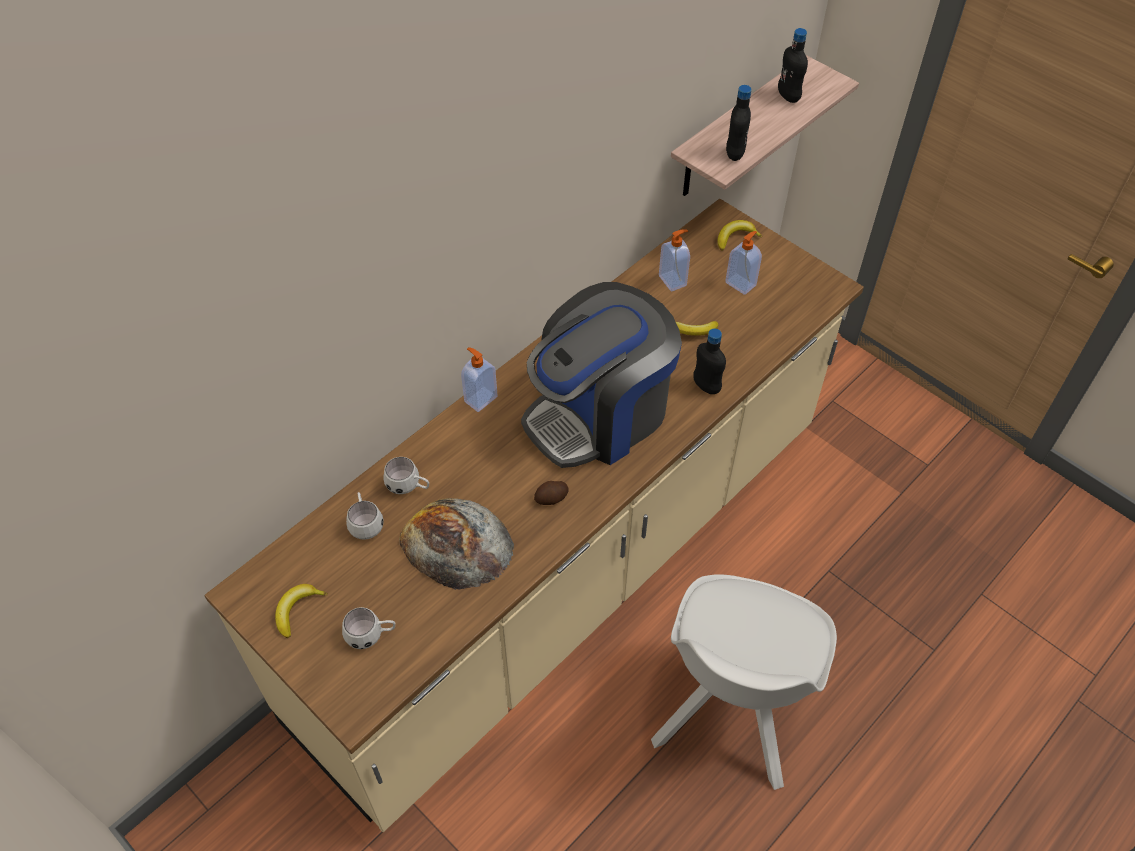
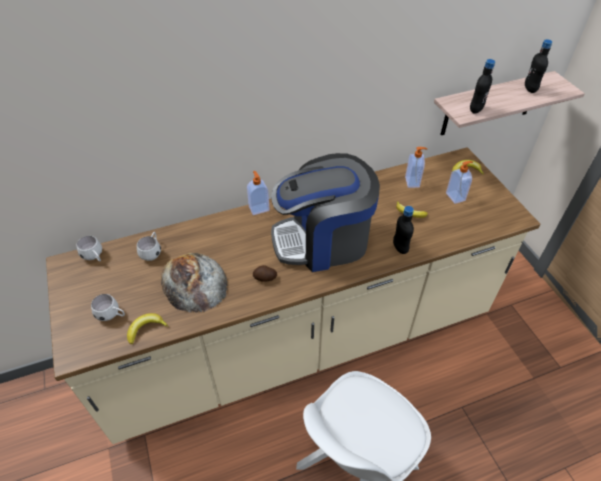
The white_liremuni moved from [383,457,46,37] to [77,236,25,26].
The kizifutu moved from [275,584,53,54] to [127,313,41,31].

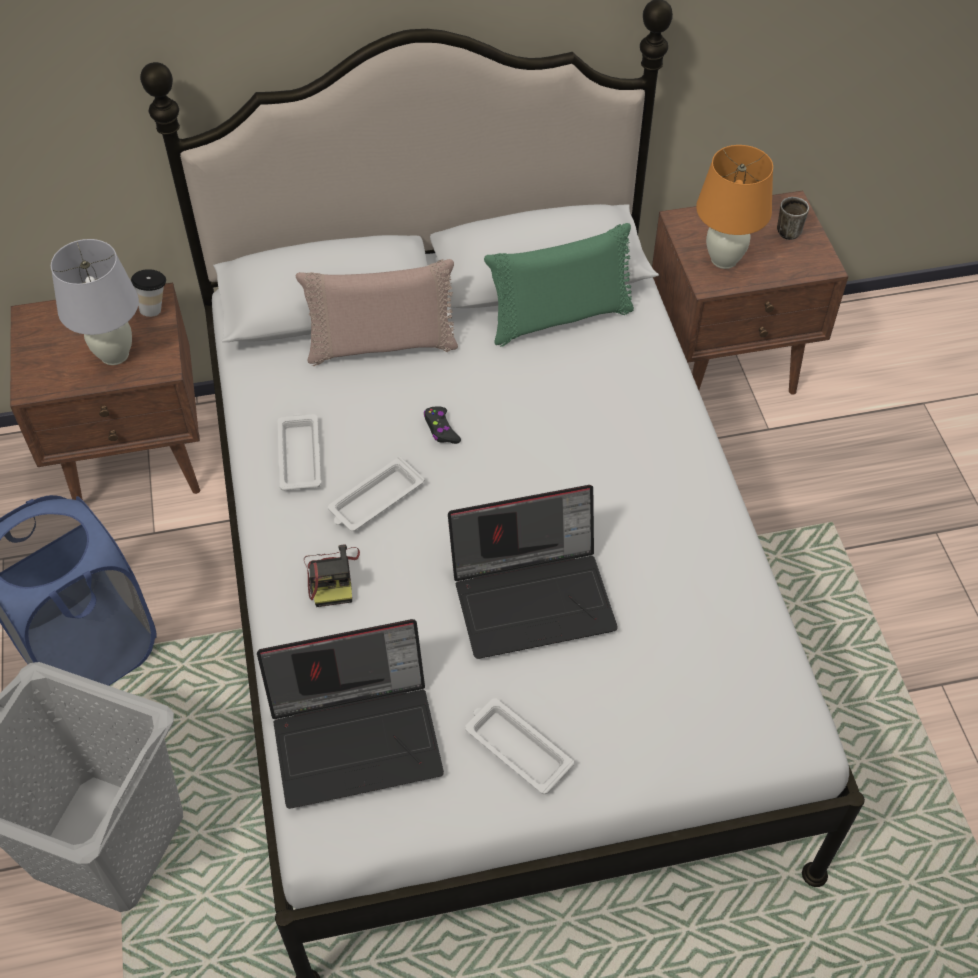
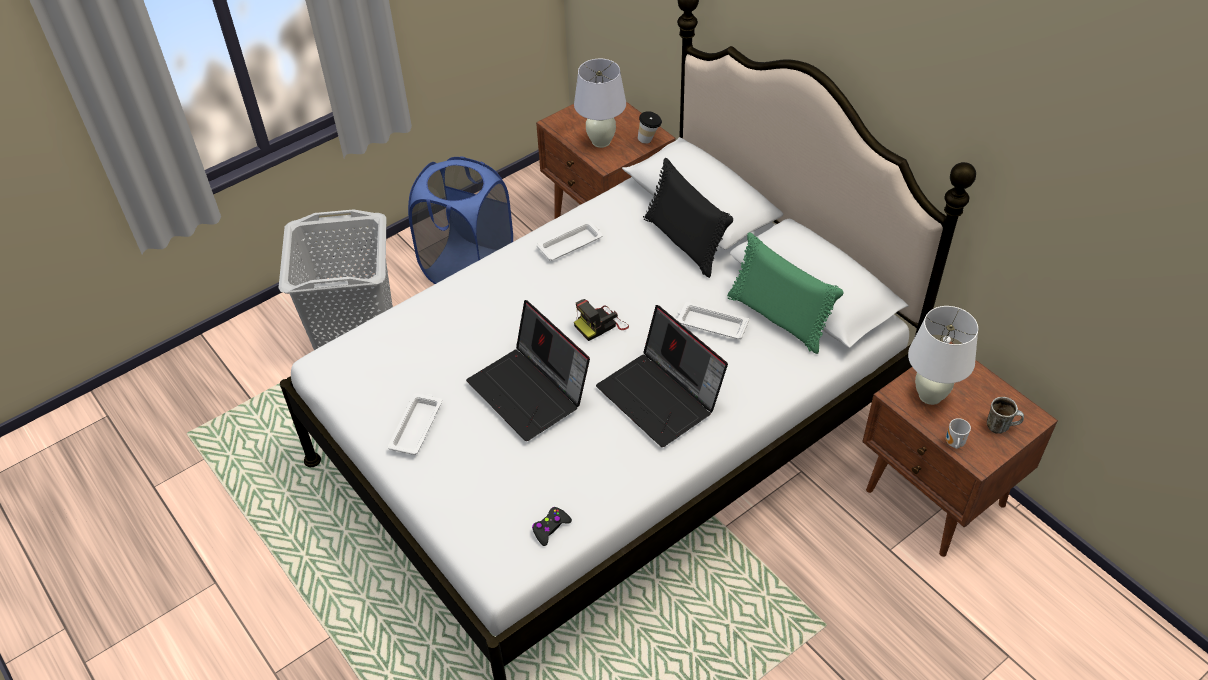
The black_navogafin moved from [424,406,37,38] to [532,507,40,39].
The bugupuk moved from [304,544,56,63] to [574,299,55,42].
The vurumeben moved from [257,619,187,190] to [596,305,132,142].
The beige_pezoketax at [295,259,163,108] became the black_pezoketax at [643,158,90,120].
The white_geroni moved from [328,457,97,74] to [677,302,72,37].
The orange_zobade at [696,145,77,124] became the white_zobade at [908,306,70,99].
The liremuni at [946,418,25,31] appeared.

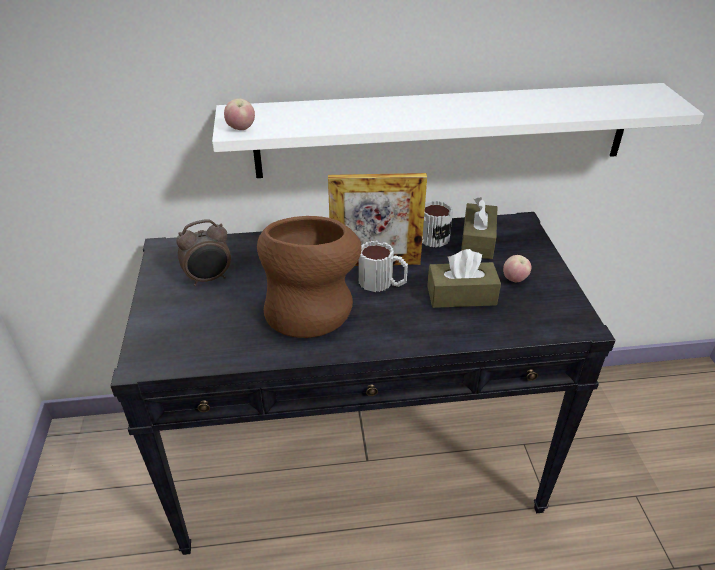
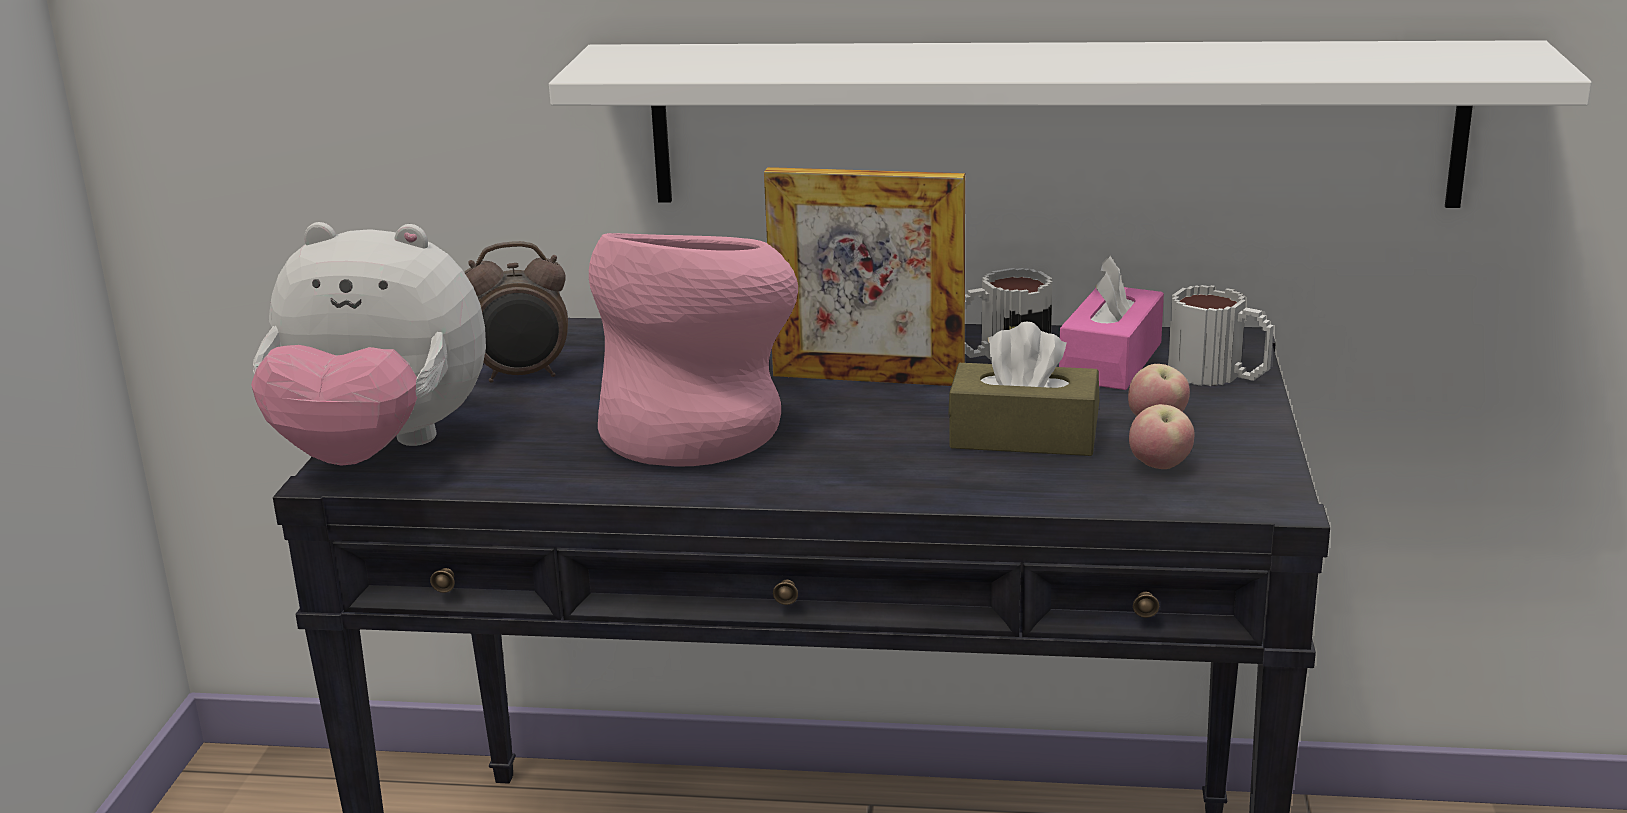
The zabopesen at [251,222,235,244] appeared.
The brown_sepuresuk at [257,216,105,122] became the pink_sepuresuk at [589,233,209,234].
The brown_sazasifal at [461,197,36,62] became the pink_sazasifal at [1059,256,105,134].
The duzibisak moved from [224,99,31,31] to [1129,404,65,65].
The liremuni moved from [358,241,50,51] to [1168,285,106,101].

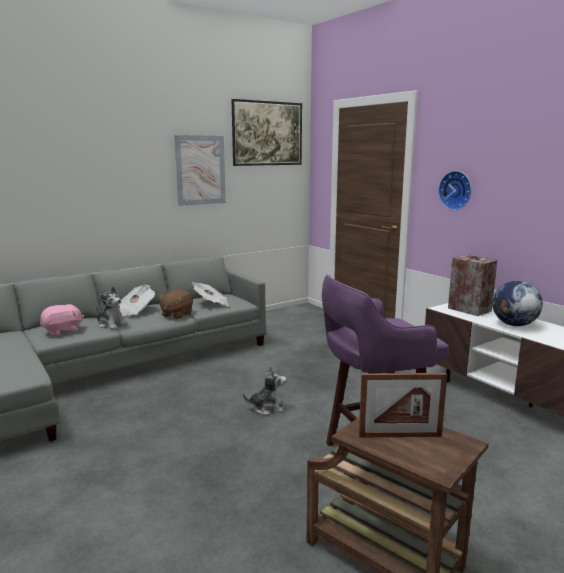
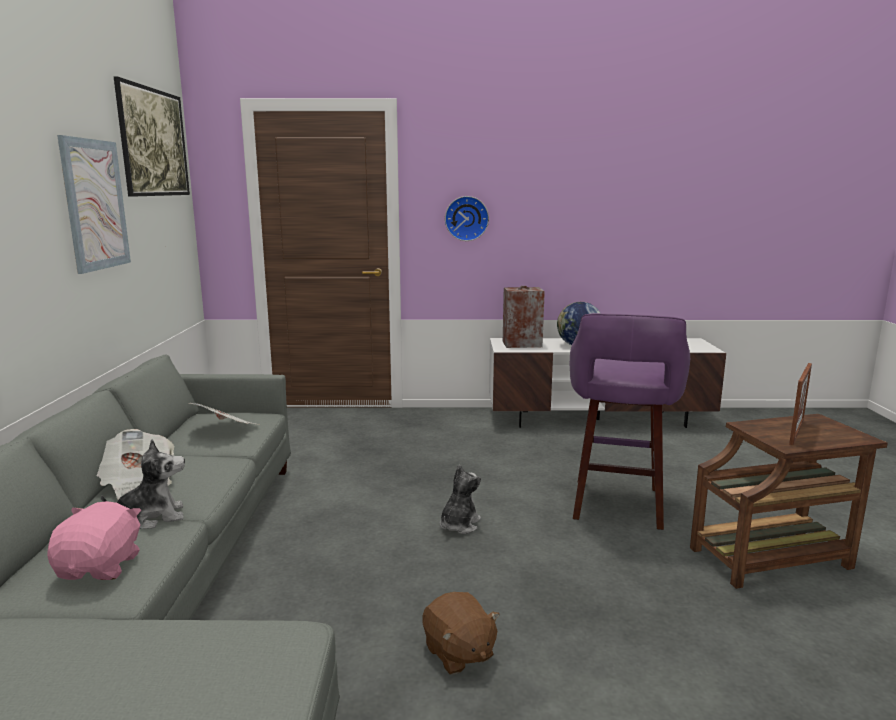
The brown_zabopesen moved from [158,289,35,30] to [423,592,77,83].

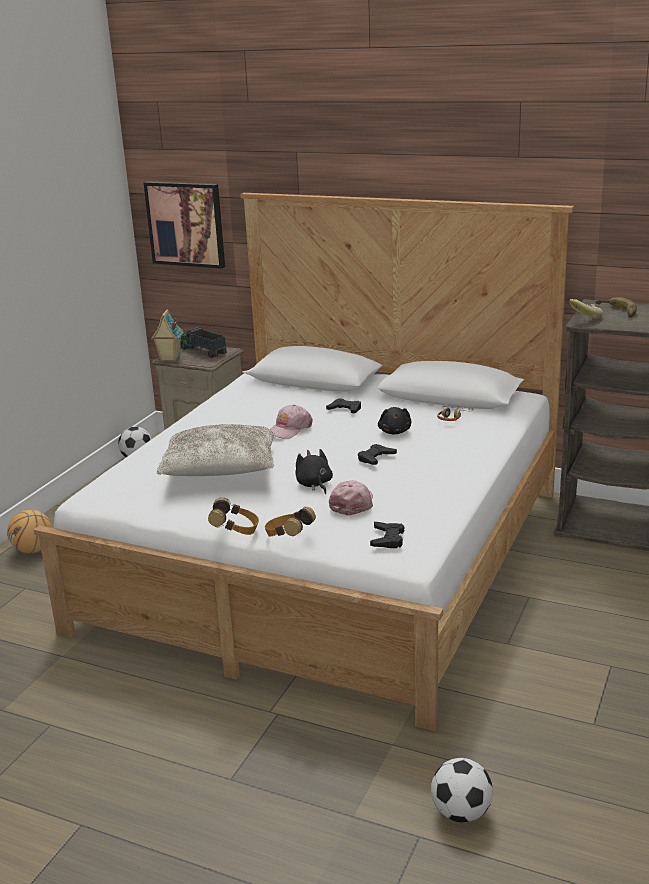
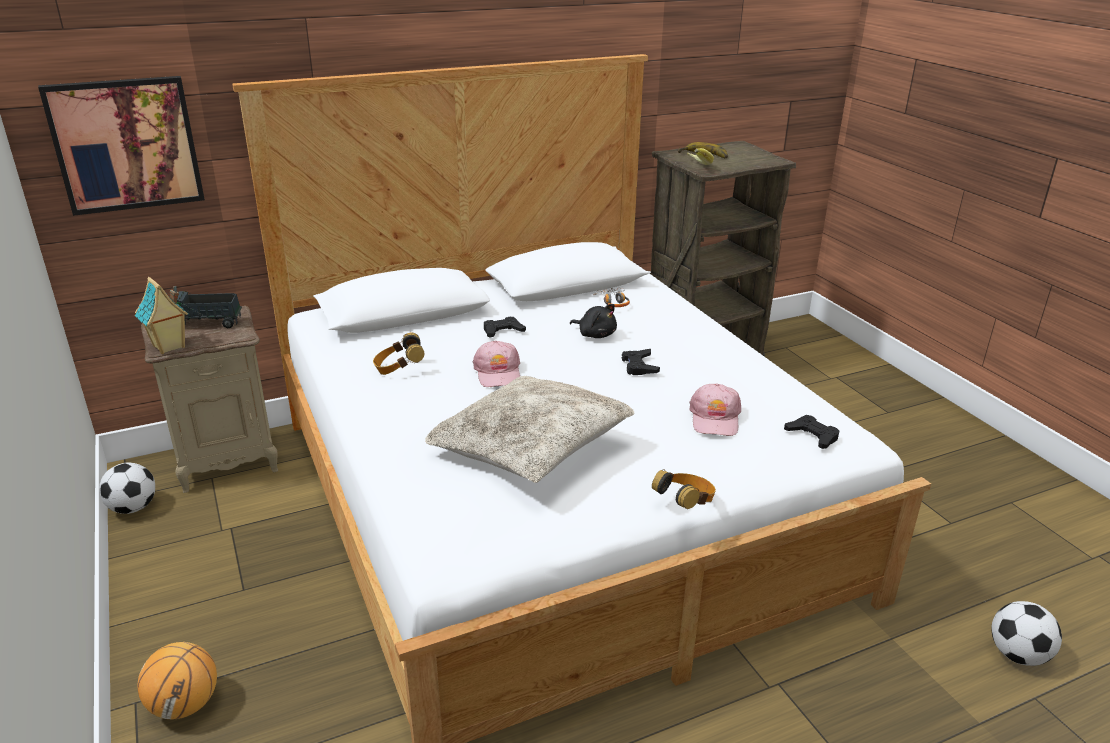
The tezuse moved from [265,507,51,30] to [373,333,51,42].
The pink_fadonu at [329,480,44,36] turned 135 degrees counterclockwise.
The black_zabopesen at [295,449,38,45] disappeared.

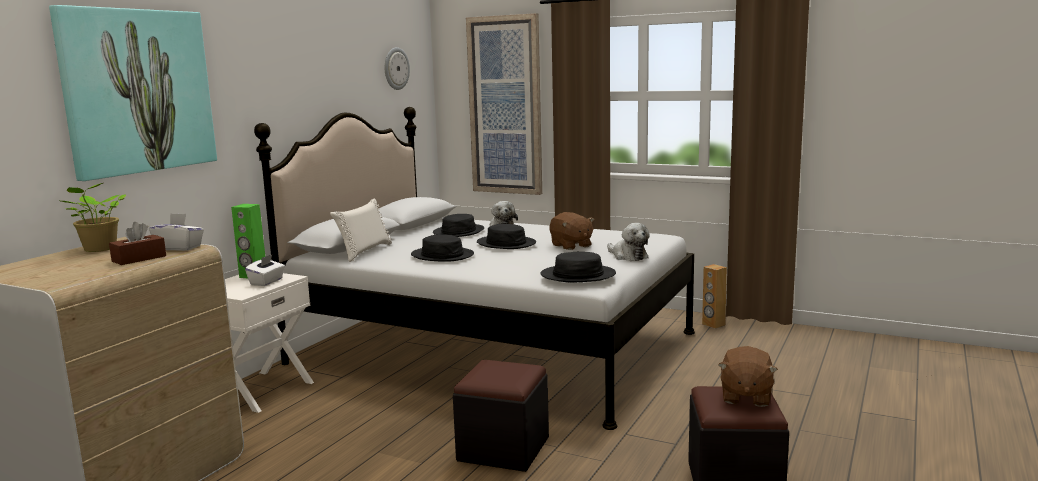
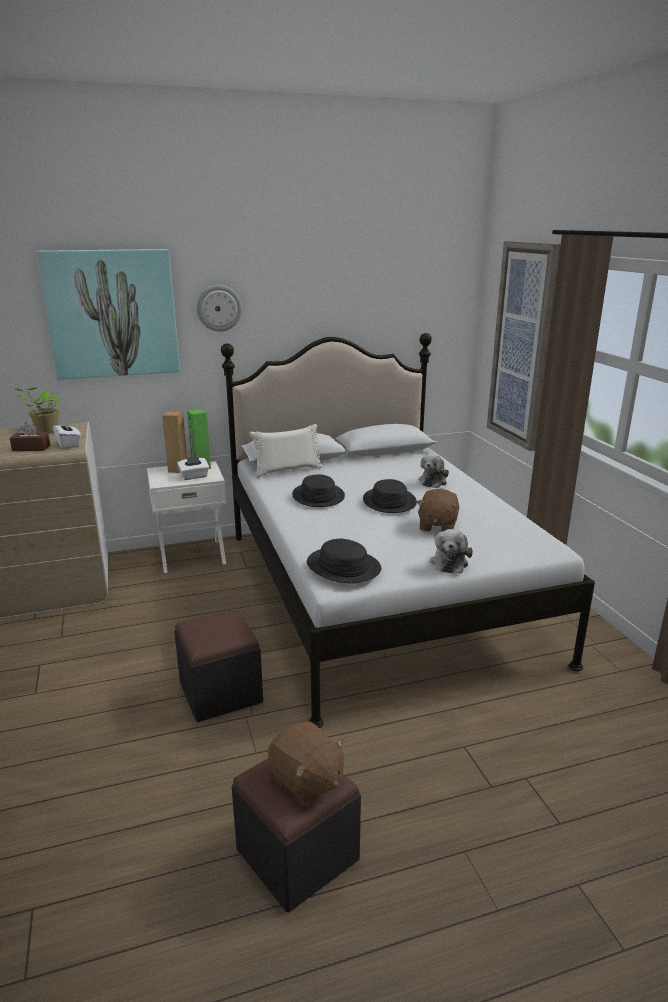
The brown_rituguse moved from [702,264,25,65] to [162,411,25,62].
The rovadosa moved from [385,47,25,43] to [196,285,46,47].
The brown_zabopesen at [718,346,60,61] turned 105 degrees counterclockwise.
The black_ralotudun at [433,214,51,23] disappeared.

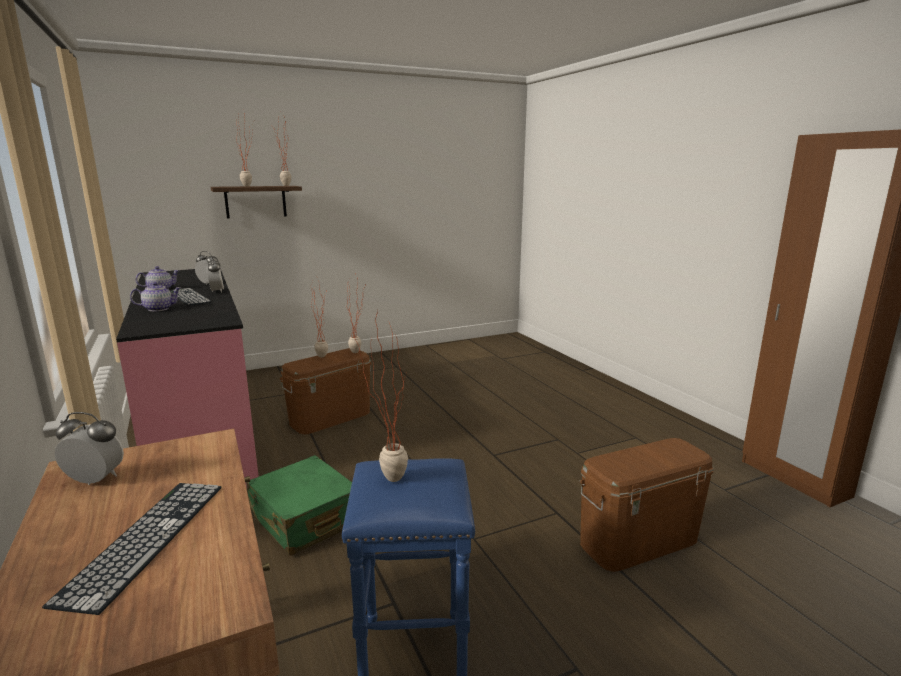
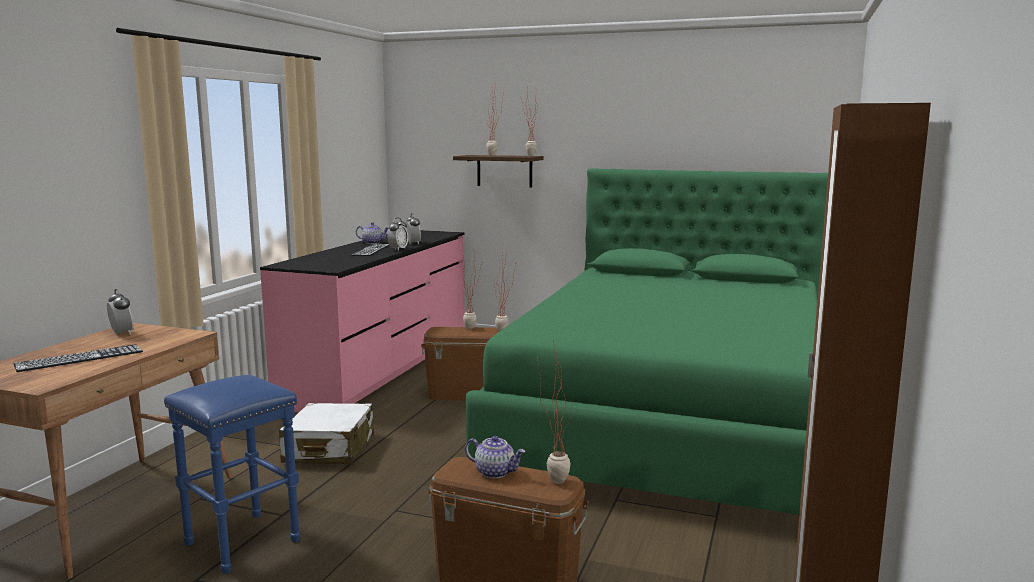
The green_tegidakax at [246,455,106,101] became the white_tegidakax at [279,403,95,61].
The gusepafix moved from [130,282,51,29] to [465,436,61,42].
The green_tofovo at [466,168,362,347] appeared.
The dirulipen moved from [354,310,54,172] to [538,341,36,143].

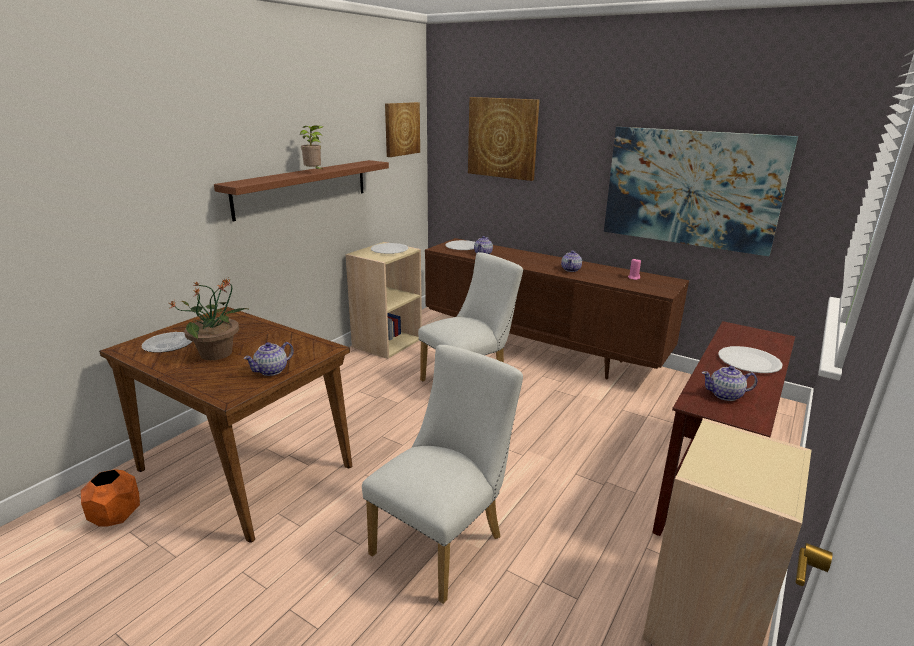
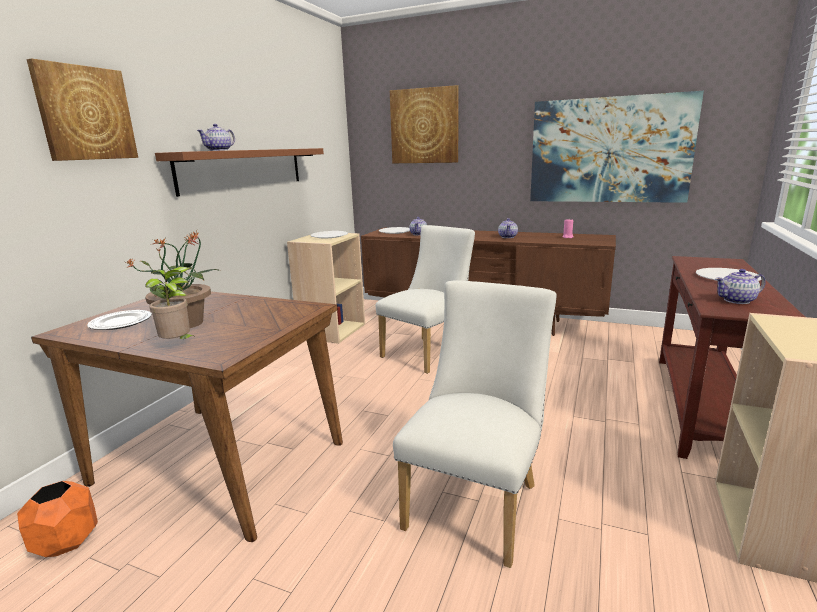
The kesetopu moved from [385,102,35,55] to [26,59,112,102].
The dirulipen moved from [300,125,25,46] to [145,267,51,72].
The gusepafix moved from [244,342,50,34] to [197,124,38,27].

